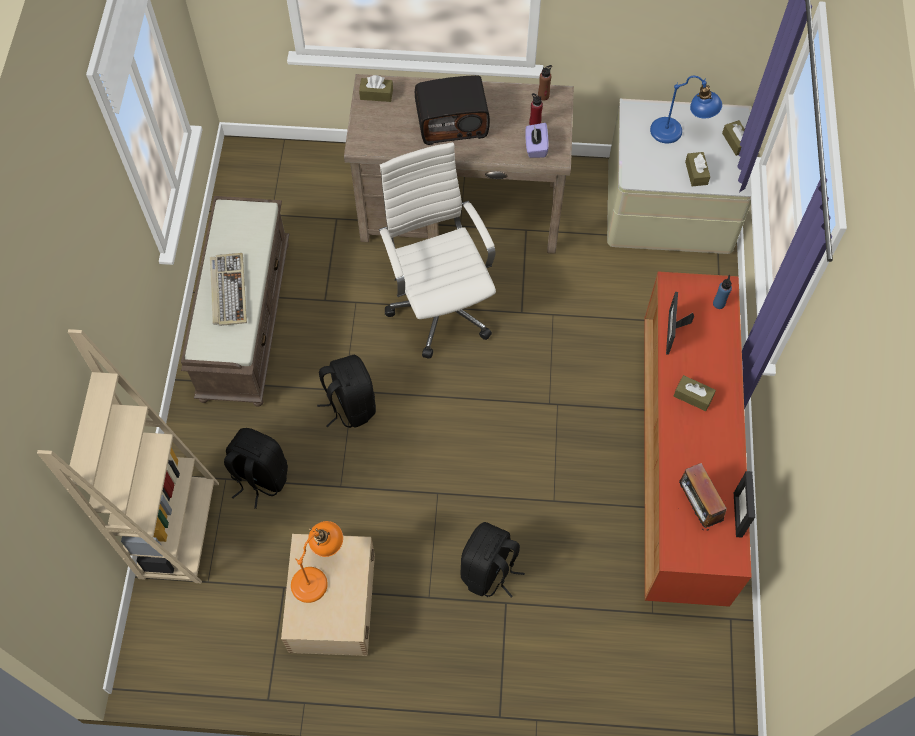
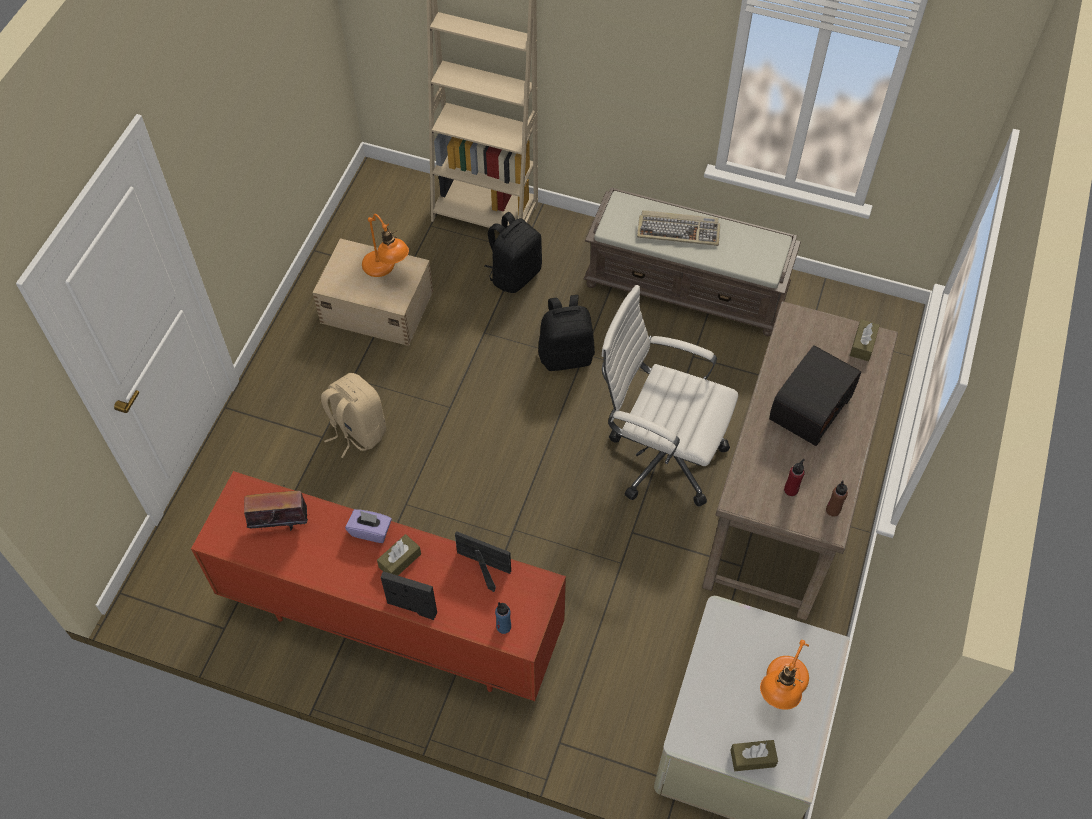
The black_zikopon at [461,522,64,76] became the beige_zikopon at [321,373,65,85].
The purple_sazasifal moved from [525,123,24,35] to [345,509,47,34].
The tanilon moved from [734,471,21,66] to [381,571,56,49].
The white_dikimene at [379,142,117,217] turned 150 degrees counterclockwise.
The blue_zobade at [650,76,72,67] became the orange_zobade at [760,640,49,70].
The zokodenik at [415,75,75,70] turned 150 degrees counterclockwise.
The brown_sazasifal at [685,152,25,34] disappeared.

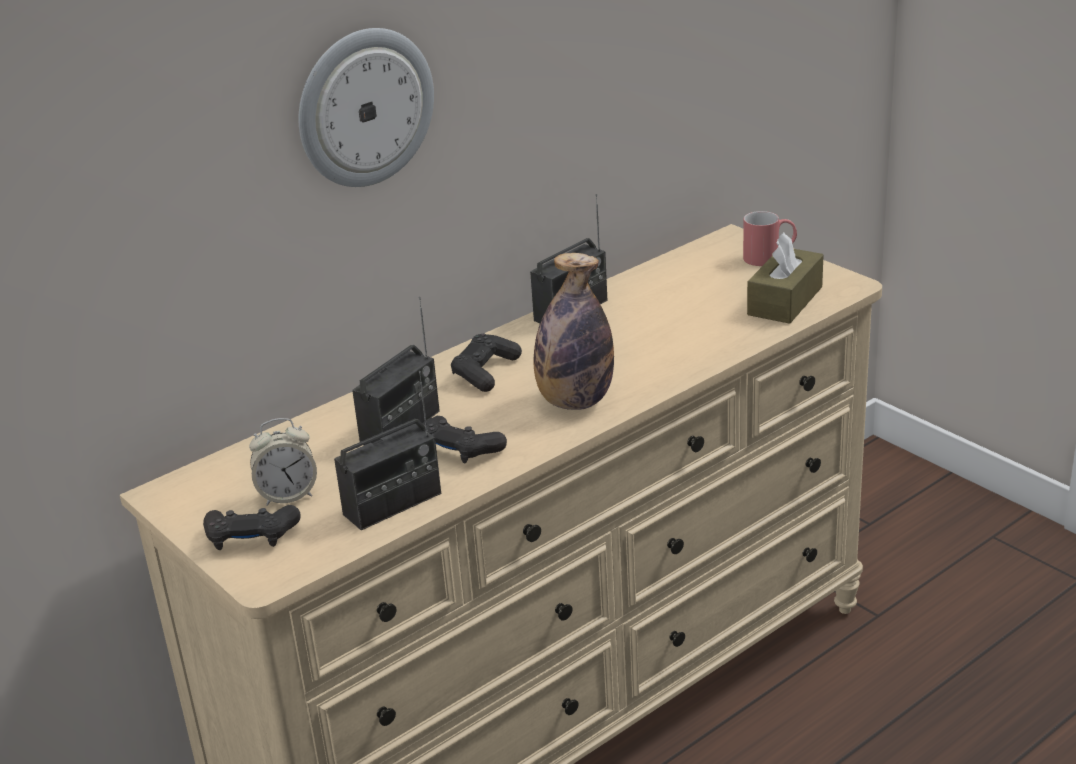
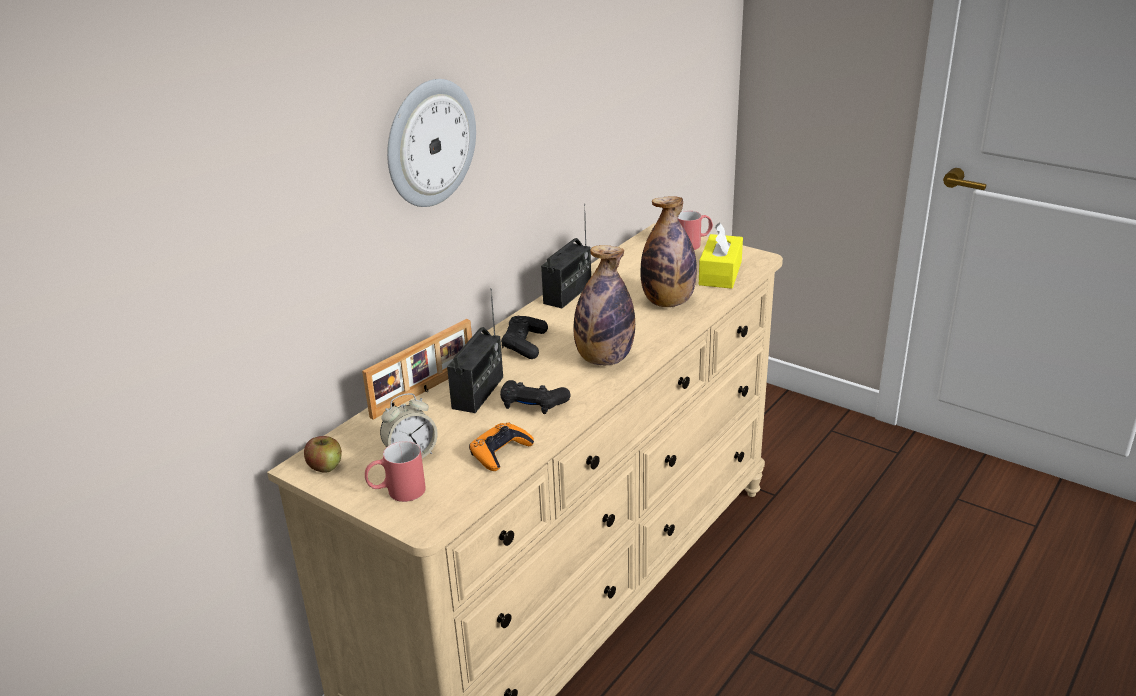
The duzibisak at [304,436,38,37] appeared.
The tanilon at [362,319,110,101] appeared.
The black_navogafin at [203,505,98,45] was replaced by the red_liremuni at [365,441,61,61].
The zokodenik at [334,371,107,159] was replaced by the orange_navogafin at [469,423,65,48].
The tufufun at [640,196,57,111] appeared.
The brown_sazasifal at [747,232,76,92] became the yellow_sazasifal at [699,223,44,66].

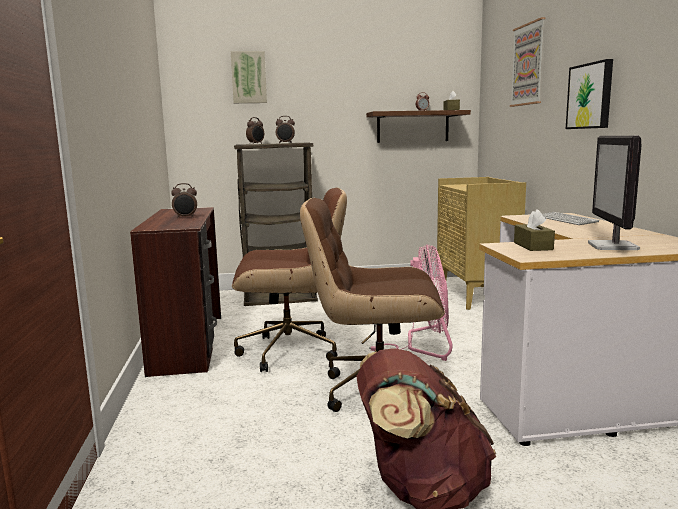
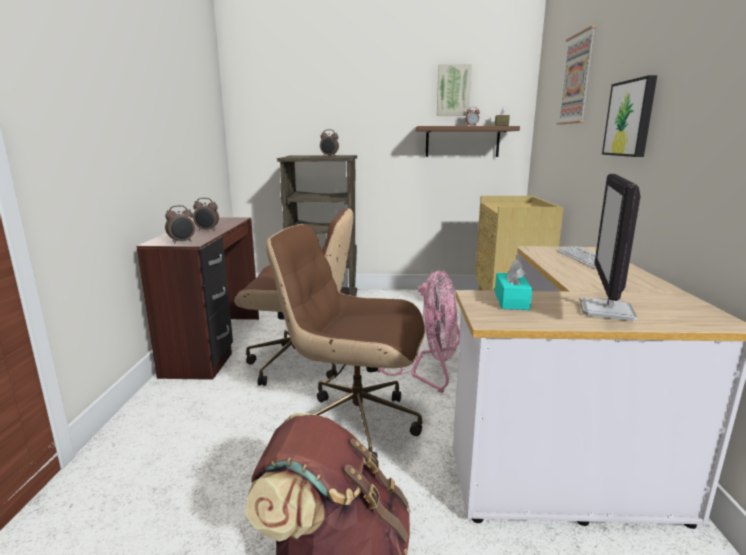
The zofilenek moved from [246,117,18,27] to [165,205,30,39].
The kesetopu moved from [231,51,36,52] to [437,64,35,52].
The brown_sazasifal at [514,209,41,42] became the turquoise_sazasifal at [495,259,37,51].

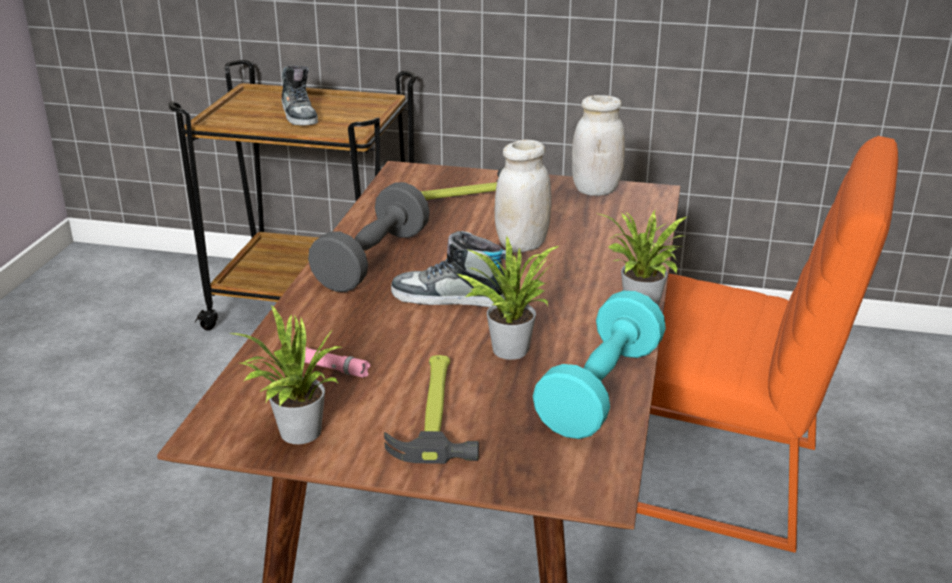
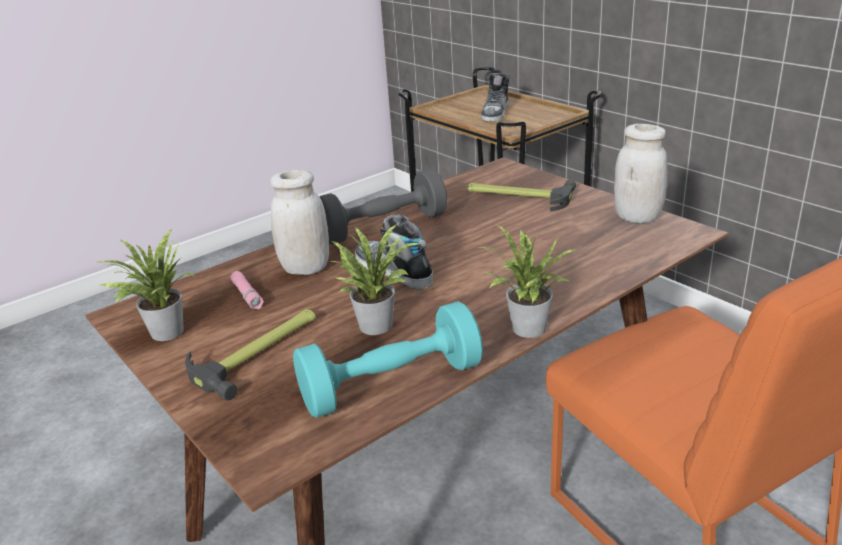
The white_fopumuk moved from [495,140,57,113] to [270,170,59,105].

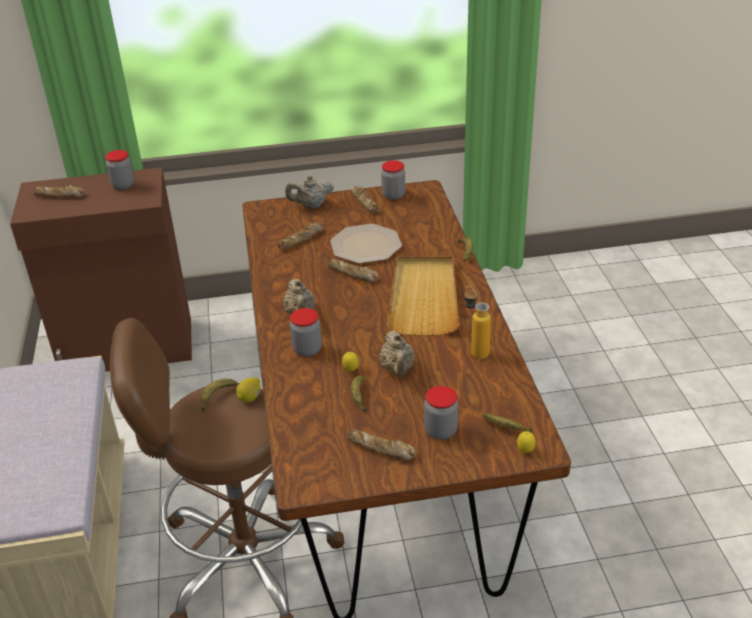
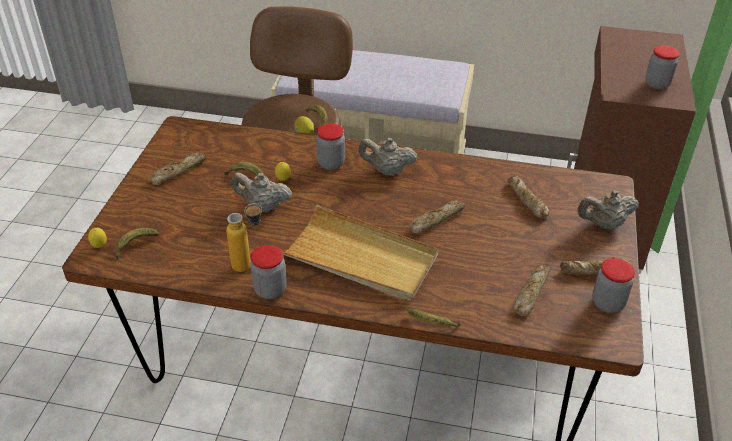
The fopumuk moved from [424,386,34,54] to [250,245,37,54].
The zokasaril moved from [33,185,52,13] to [514,265,37,51].
The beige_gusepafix at [285,175,49,33] turned 105 degrees counterclockwise.
The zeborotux at [330,224,72,40] disappeared.

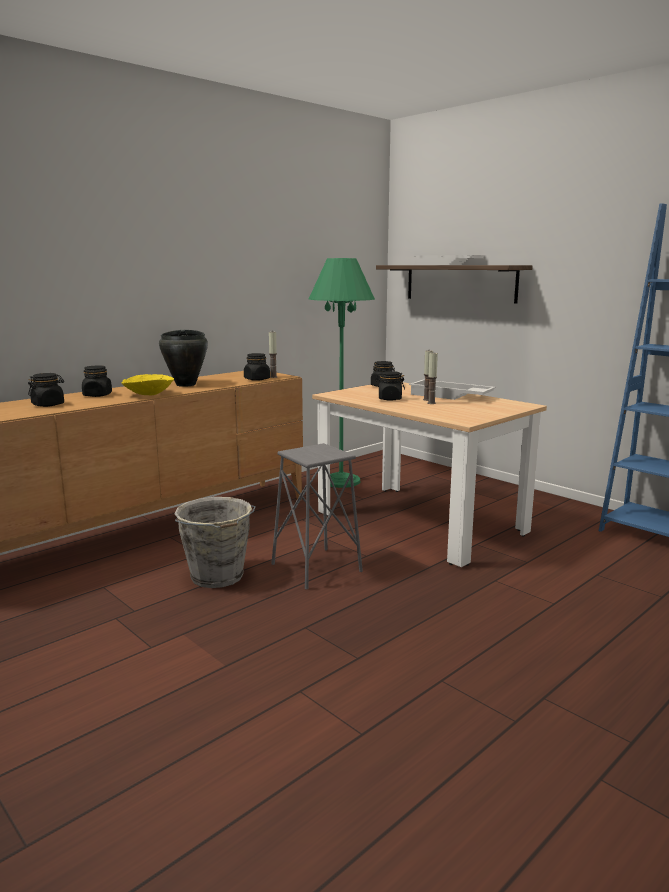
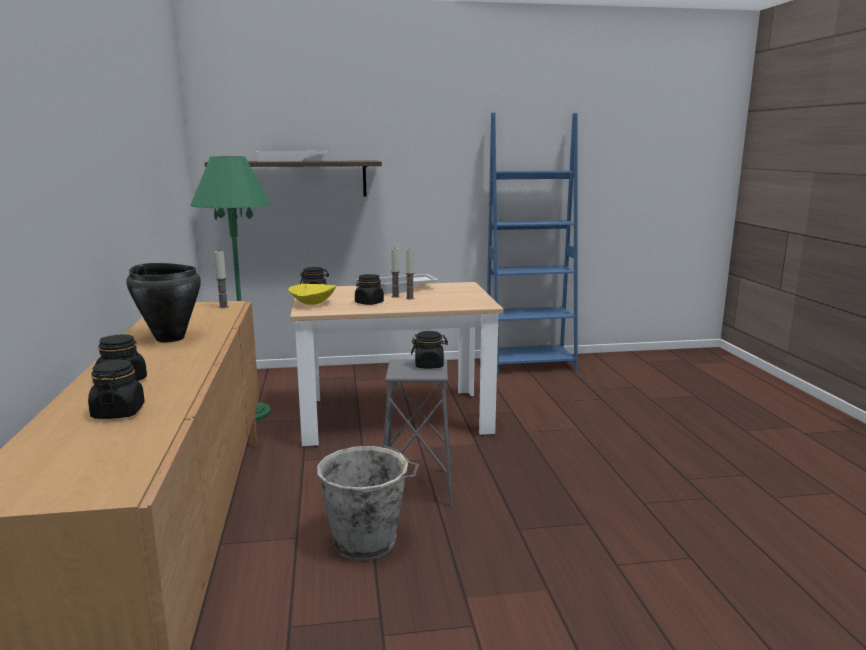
The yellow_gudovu moved from [122,374,52,21] to [289,284,47,21].
The black_fopumuk moved from [244,353,26,28] to [411,331,37,37].

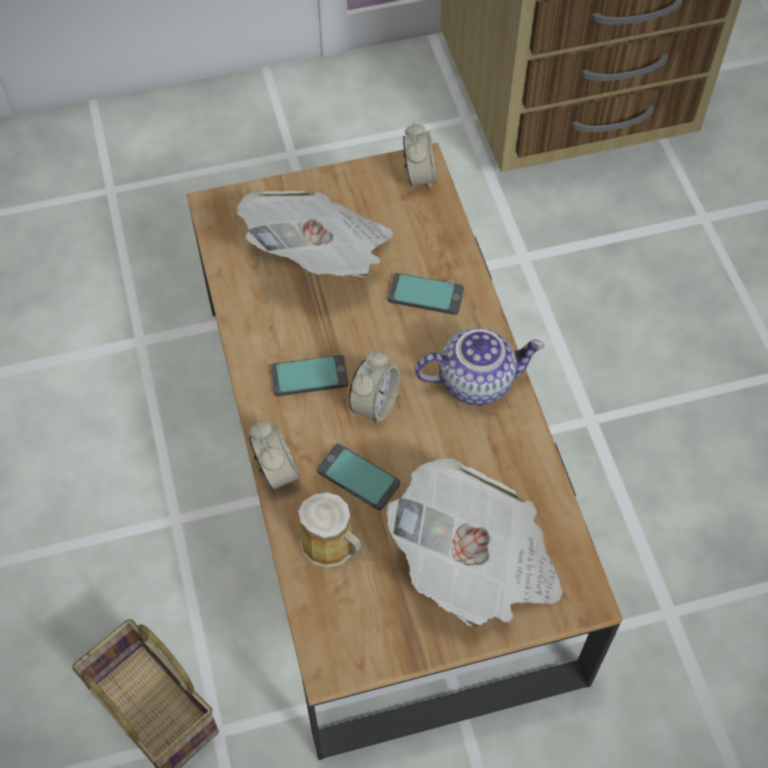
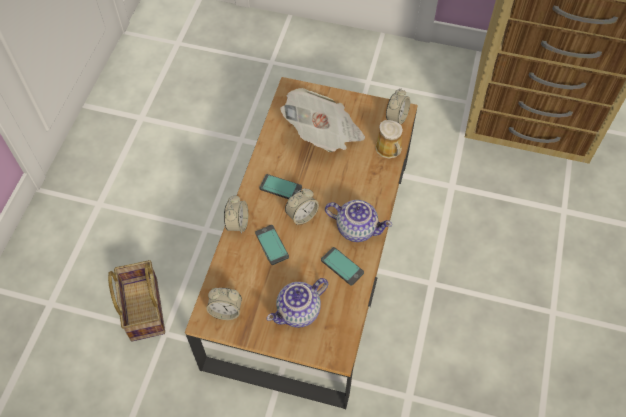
The zofilenek at [206,288,36,32] appeared.
The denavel at [387,458,176,169] was replaced by the gusepafix at [267,278,61,50].
The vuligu moved from [388,273,76,42] to [321,247,43,39].
The liremuni moved from [298,492,63,76] to [375,120,28,38].

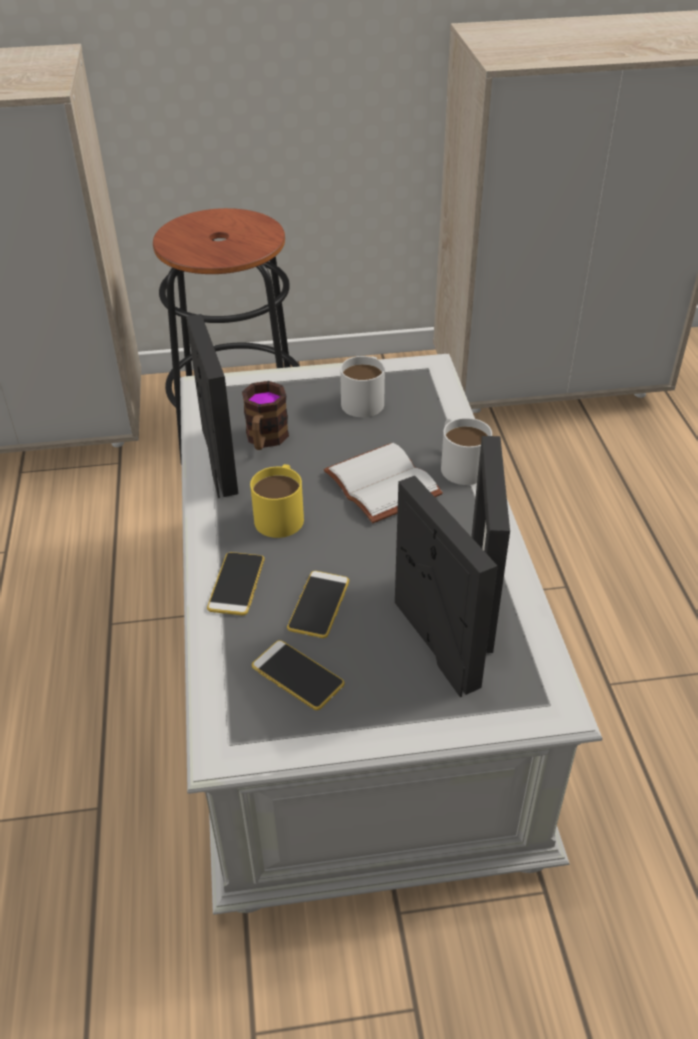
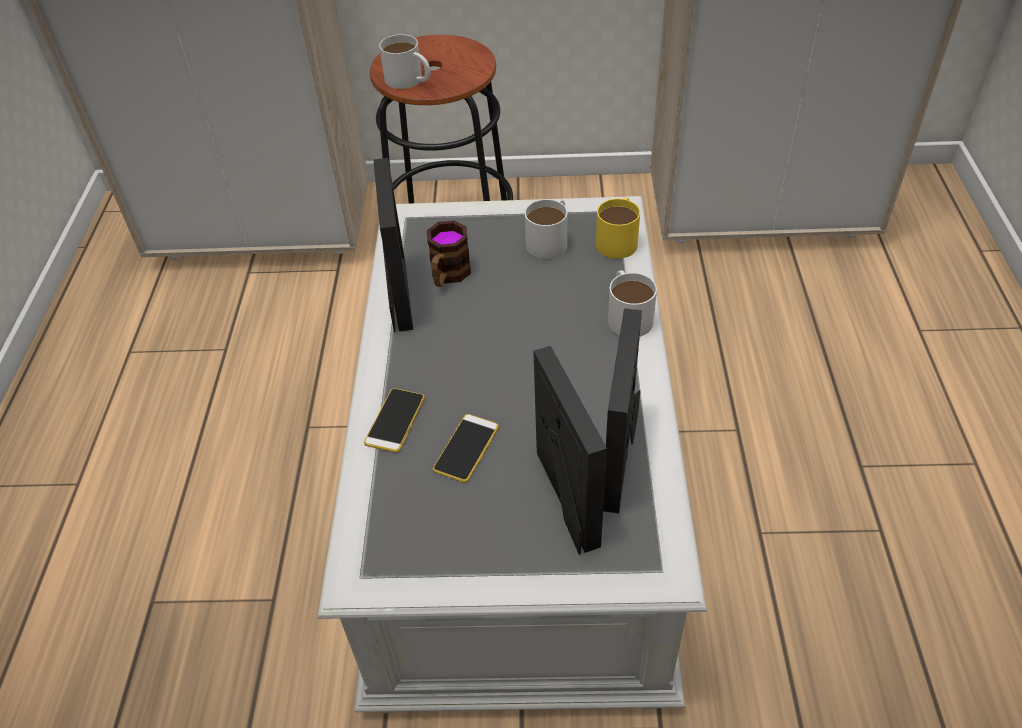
The white_liremuni at [379,34,51,55] appeared.
The yellow_liremuni moved from [250,464,54,74] to [596,198,44,61].
The vuligu at [252,640,93,70] disappeared.
The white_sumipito at [324,443,119,80] disappeared.

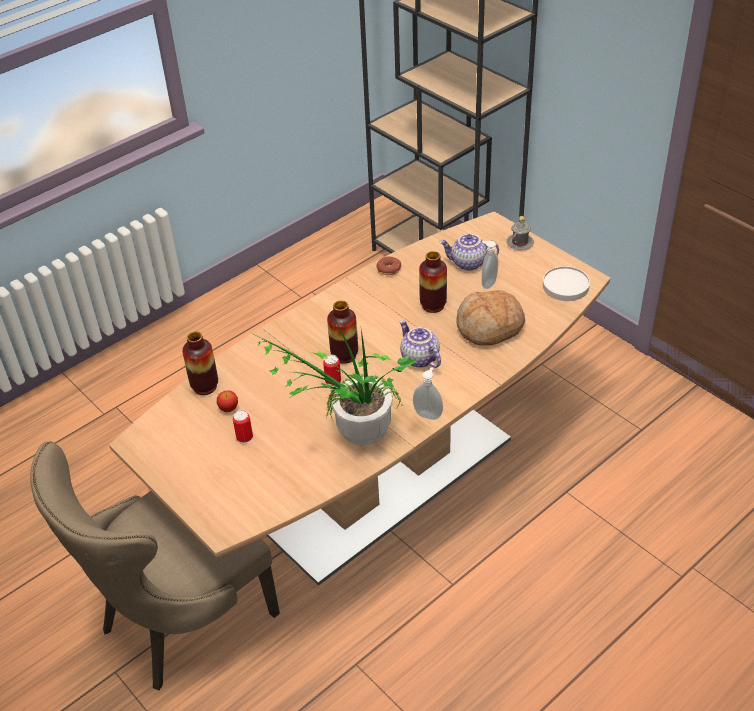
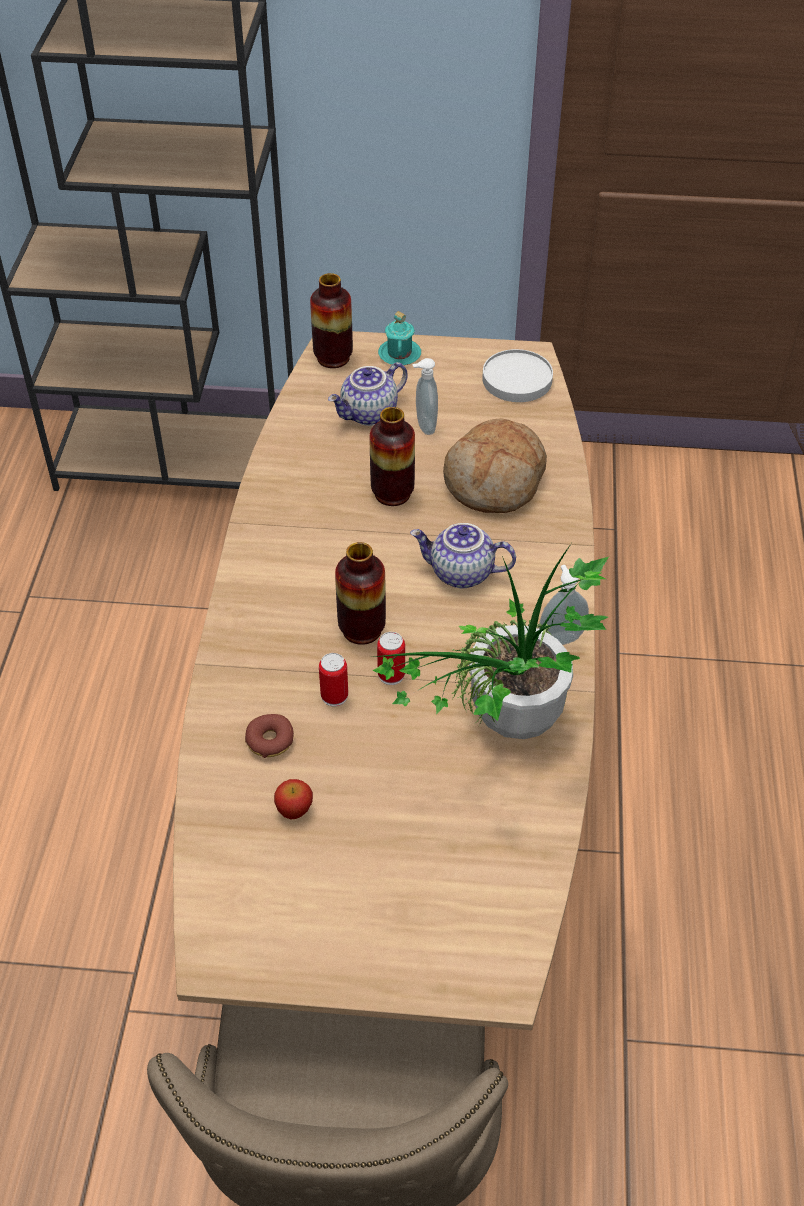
The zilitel moved from [377,257,24,18] to [245,714,49,44].
The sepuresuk moved from [182,331,36,64] to [310,273,43,95].
The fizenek moved from [233,410,20,34] to [319,653,29,53].
The grey_liremuni at [506,216,28,34] became the turquoise_liremuni at [378,311,43,54].

